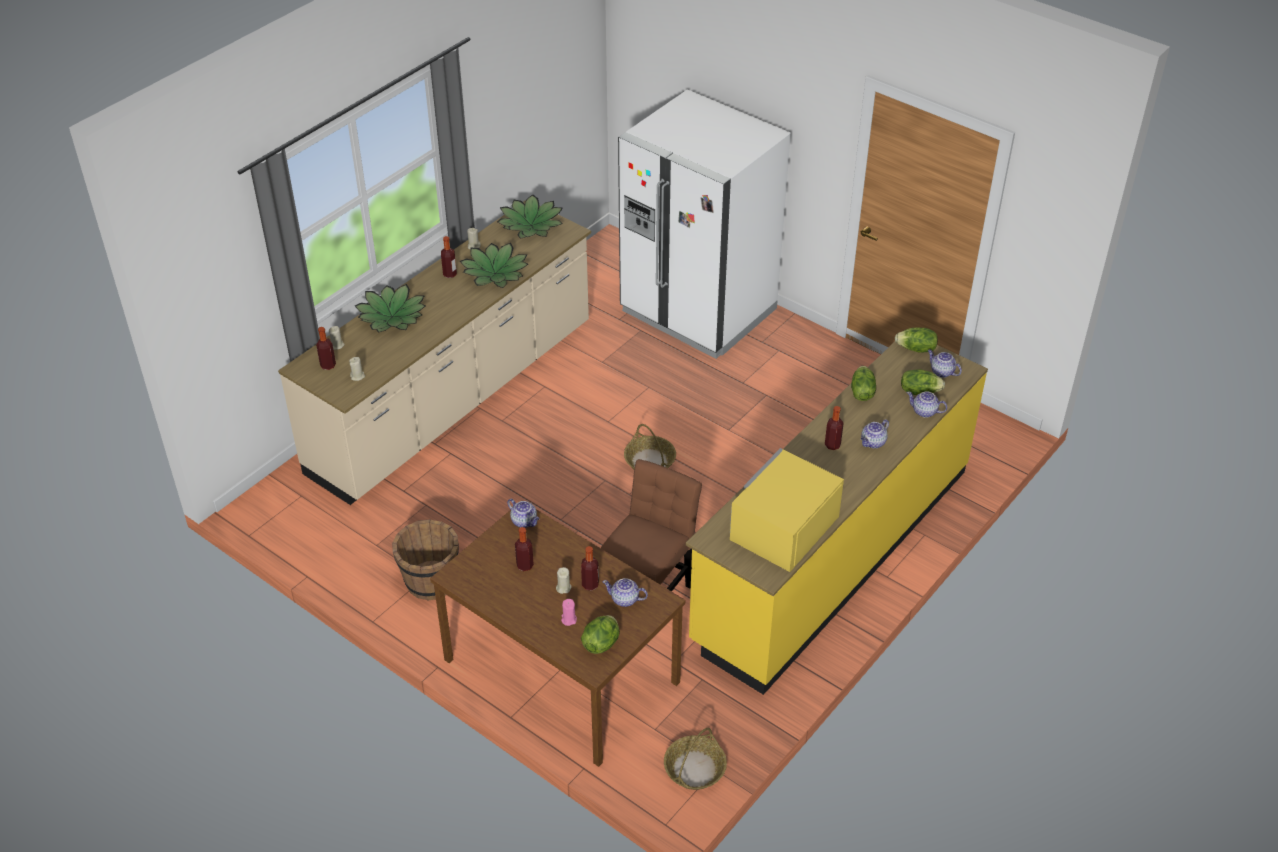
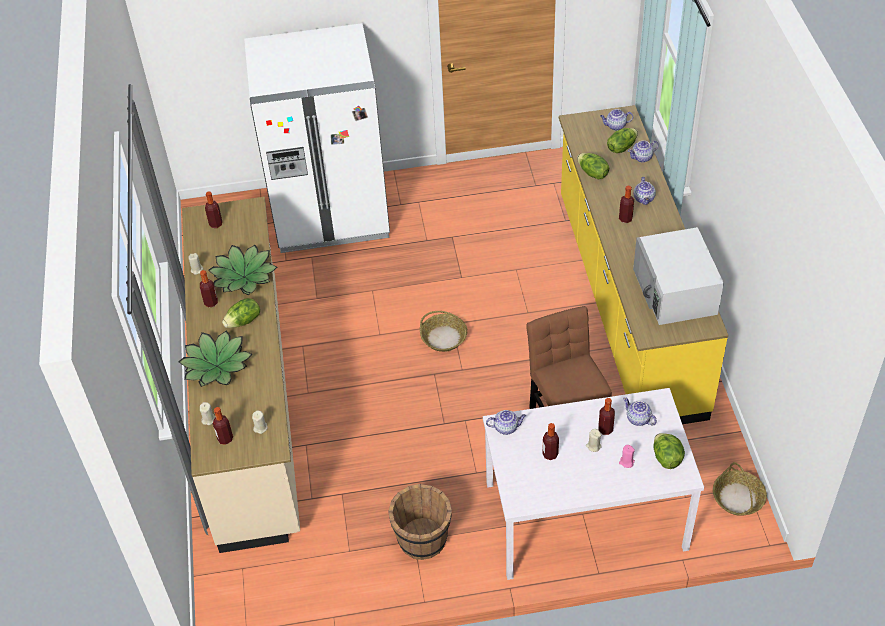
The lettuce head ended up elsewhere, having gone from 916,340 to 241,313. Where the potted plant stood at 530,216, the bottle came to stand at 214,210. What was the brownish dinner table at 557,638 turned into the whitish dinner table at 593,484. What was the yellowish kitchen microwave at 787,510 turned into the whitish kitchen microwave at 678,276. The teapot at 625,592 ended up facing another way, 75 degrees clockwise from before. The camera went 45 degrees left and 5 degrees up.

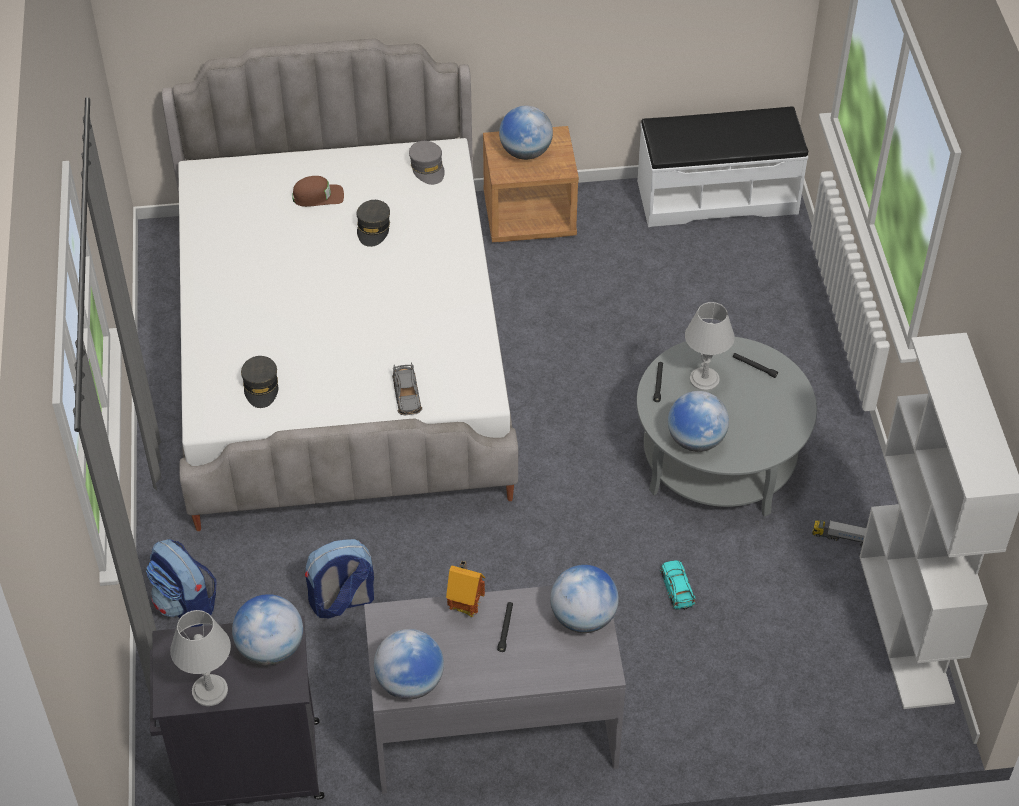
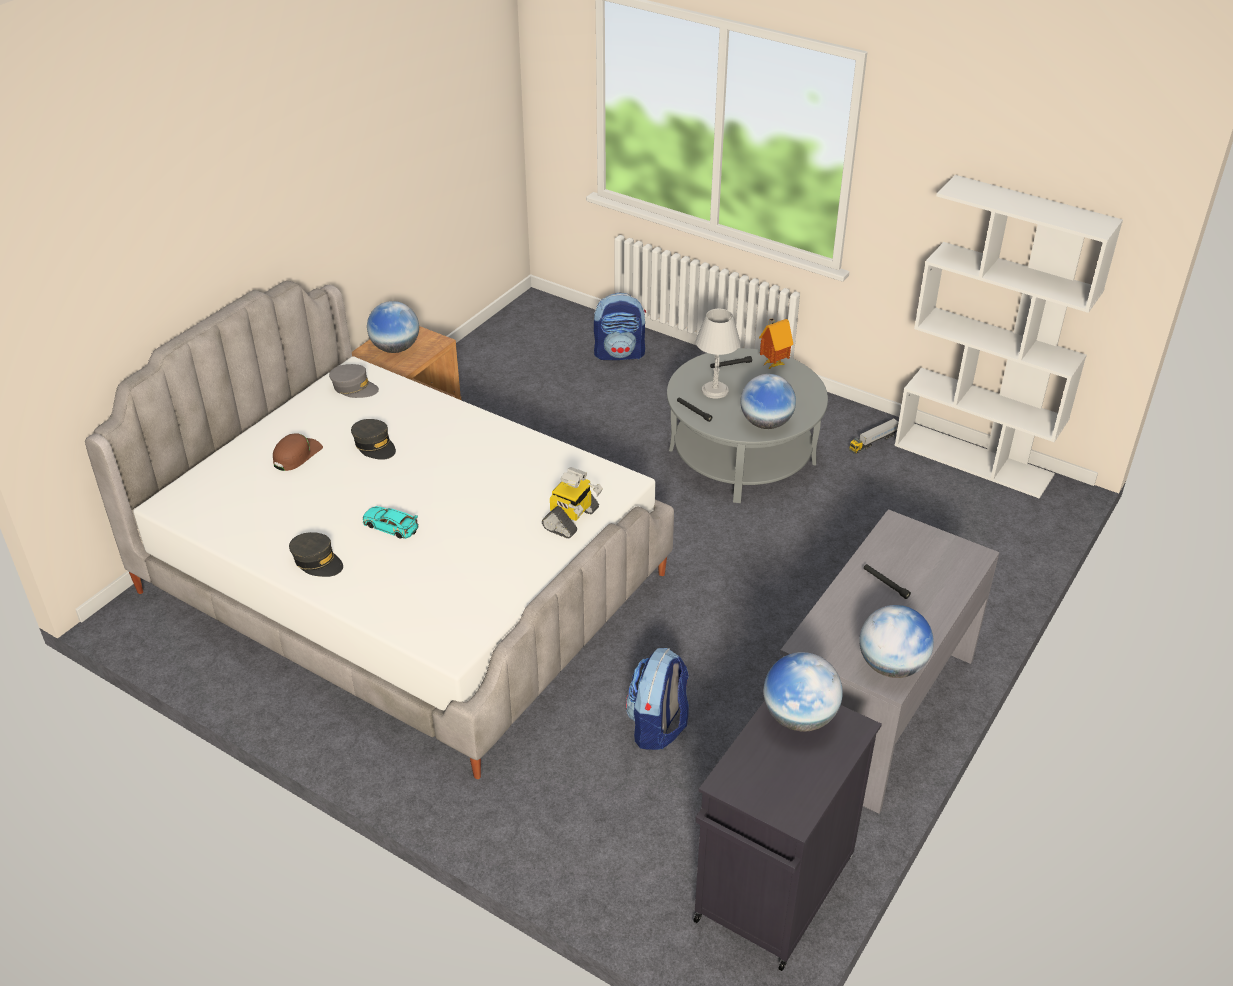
The second view lost the gray table lamp at 200,658. The second view lost the desk globe at 584,599. The second view lost the whitish bench at 722,167. The backpack ended up elsewhere, having gone from 181,583 to 620,326. The gray peaked cap ended up elsewhere, having gone from 259,382 to 316,554. The model house ended up elsewhere, having gone from 465,589 to 776,344. The turquoise toy car ended up elsewhere, having gone from 678,585 to 391,522. Where the gray toy car stood at 407,389, the robot figure came to stand at 572,503. The camera went 50 degrees left and 10 degrees down.

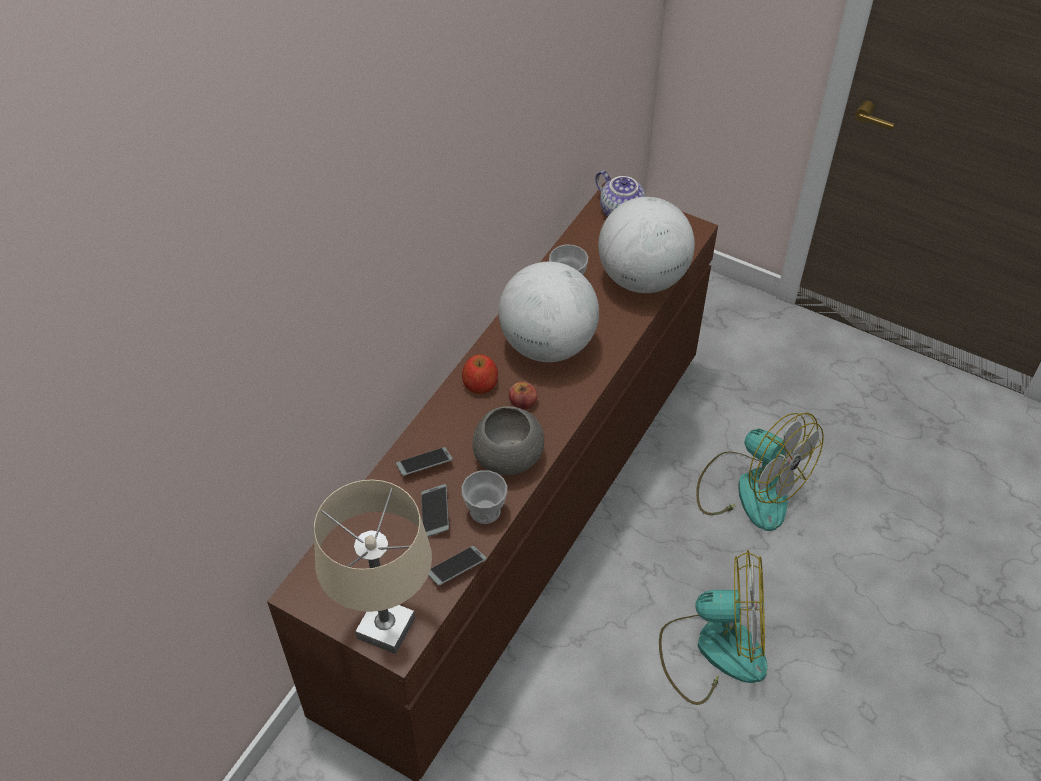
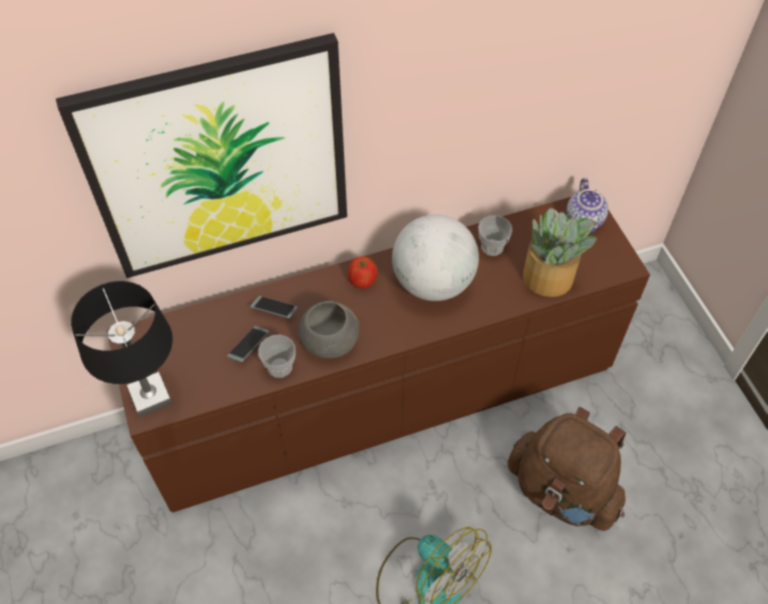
The second view lost the telephone at 457,566. The second view lost the apple fruit at 523,396. The second view gained the wall picture at 201,155. Where the desk globe stood at 646,245, the potted plant came to stand at 560,252. Where the fan stood at 760,472, the brownish backpack came to stand at 567,469. What was the beige-coloured table lamp at 373,567 turned into the black-coloured table lamp at 122,349. The camera went 40 degrees right and 5 degrees up.

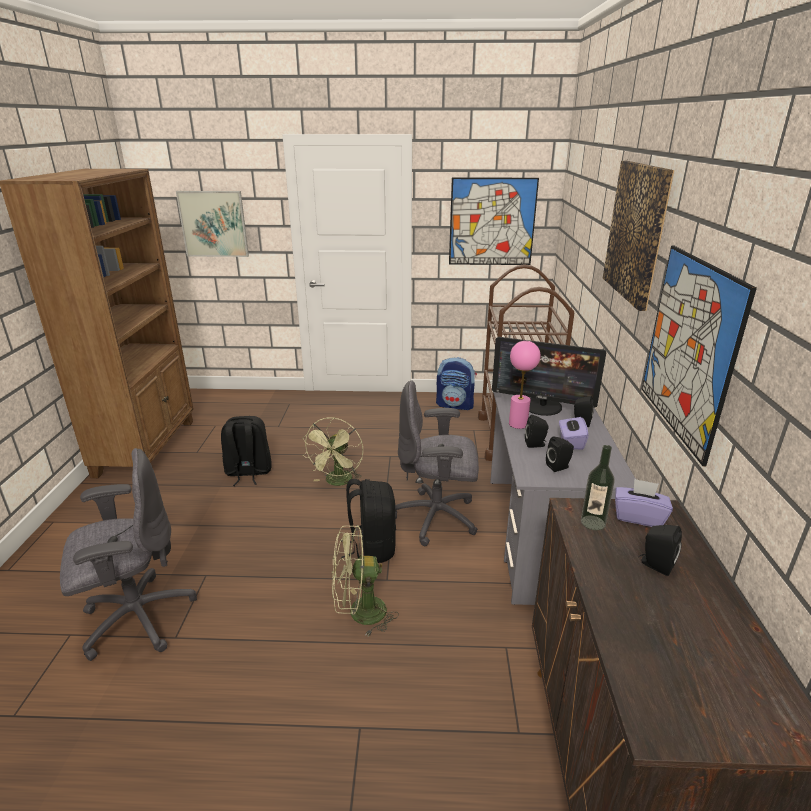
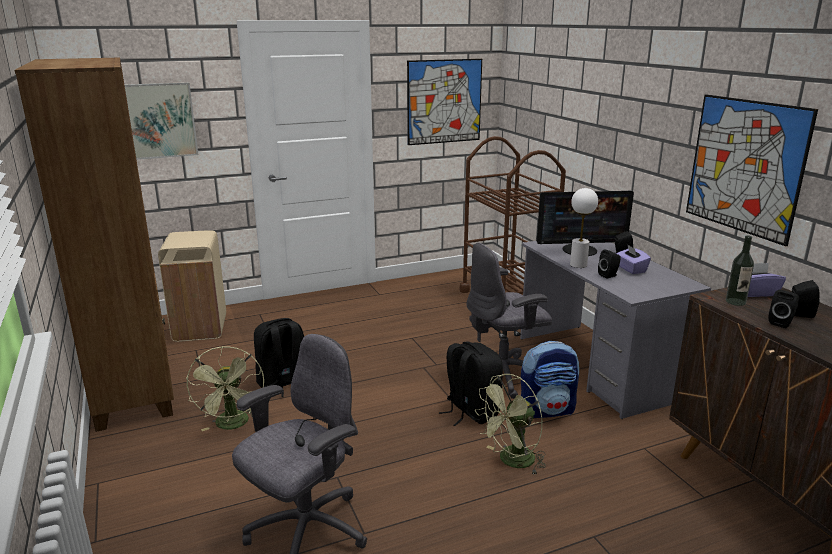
The second view lost the wall picture at 638,236. The second view gained the beige-coloured rubbish bin at 192,286. The green fan ended up elsewhere, having gone from 332,451 to 225,388. The backpack ended up elsewhere, having gone from 456,383 to 550,379. The black-coloured speaker ended up elsewhere, having gone from 560,454 to 784,309. What was the pink table lamp at 524,385 turned into the whitish table lamp at 584,228. The camera went 25 degrees left and 5 degrees down.

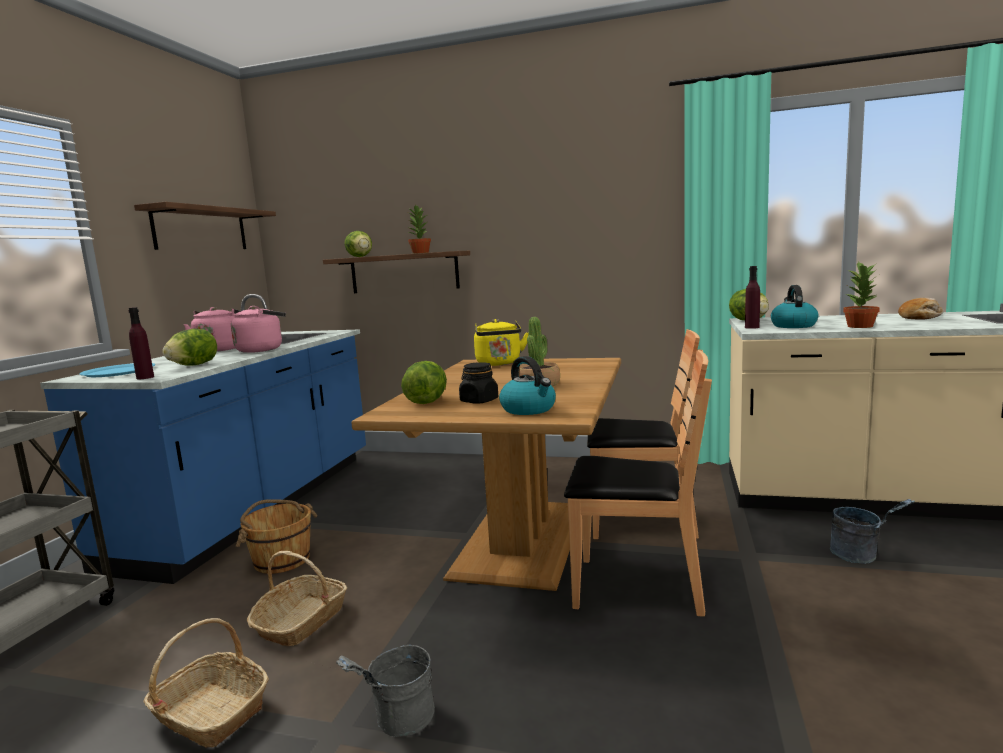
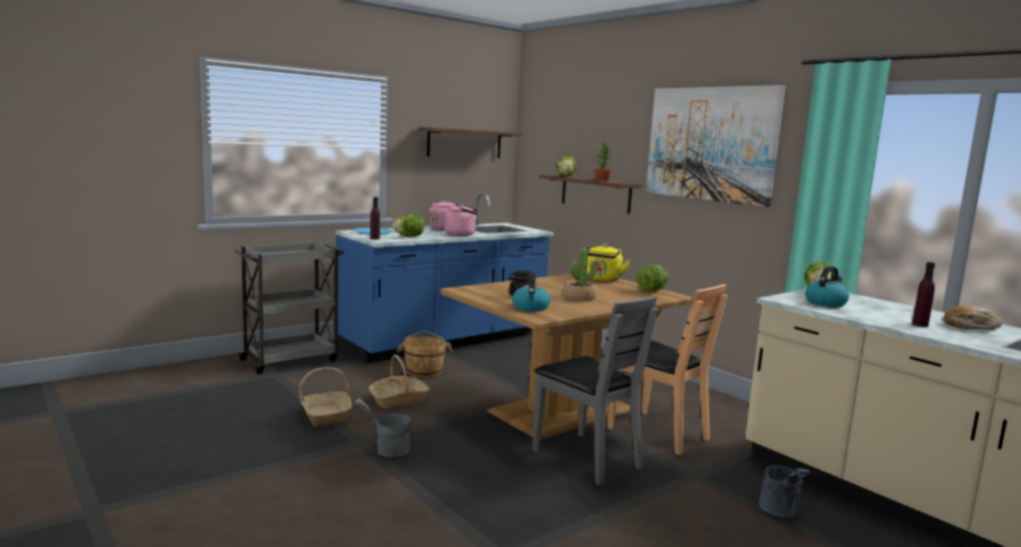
The second view lost the potted plant at 861,294. The second view gained the wall picture at 715,146. The lettuce head ended up elsewhere, having gone from 424,382 to 652,278. The purple-coloured bottle ended up elsewhere, having gone from 752,297 to 923,294. What was the brownish upright chair at 638,483 turned into the gray upright chair at 595,390. The camera went 35 degrees right and 0 degrees up.

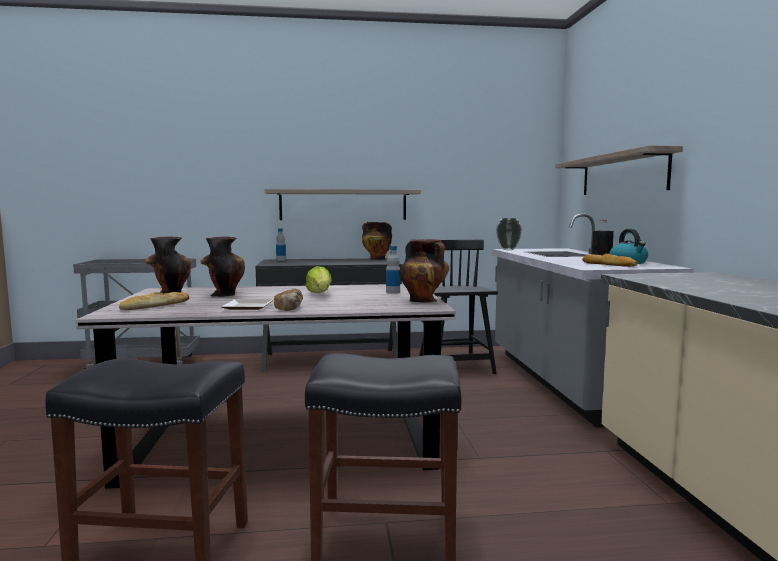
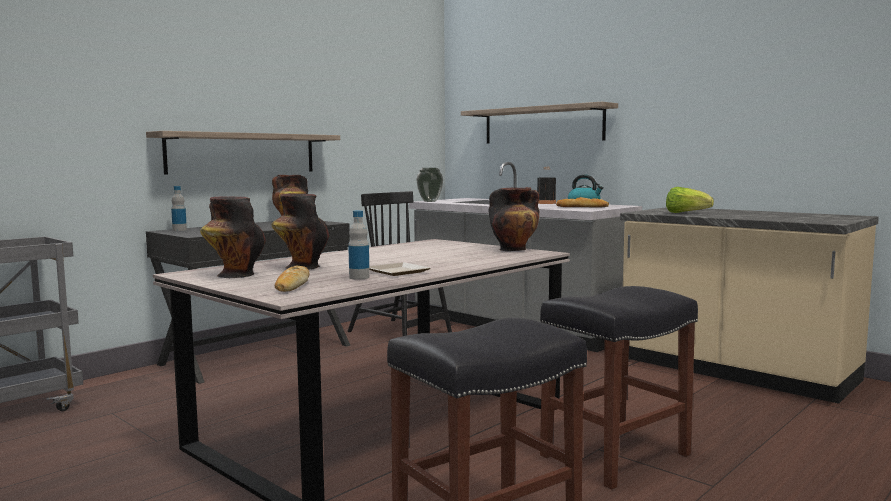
The second view lost the bread at 288,300. The lettuce head ended up elsewhere, having gone from 319,279 to 690,200. The bottle ended up elsewhere, having gone from 393,270 to 359,245. The camera went 40 degrees left and 0 degrees up.

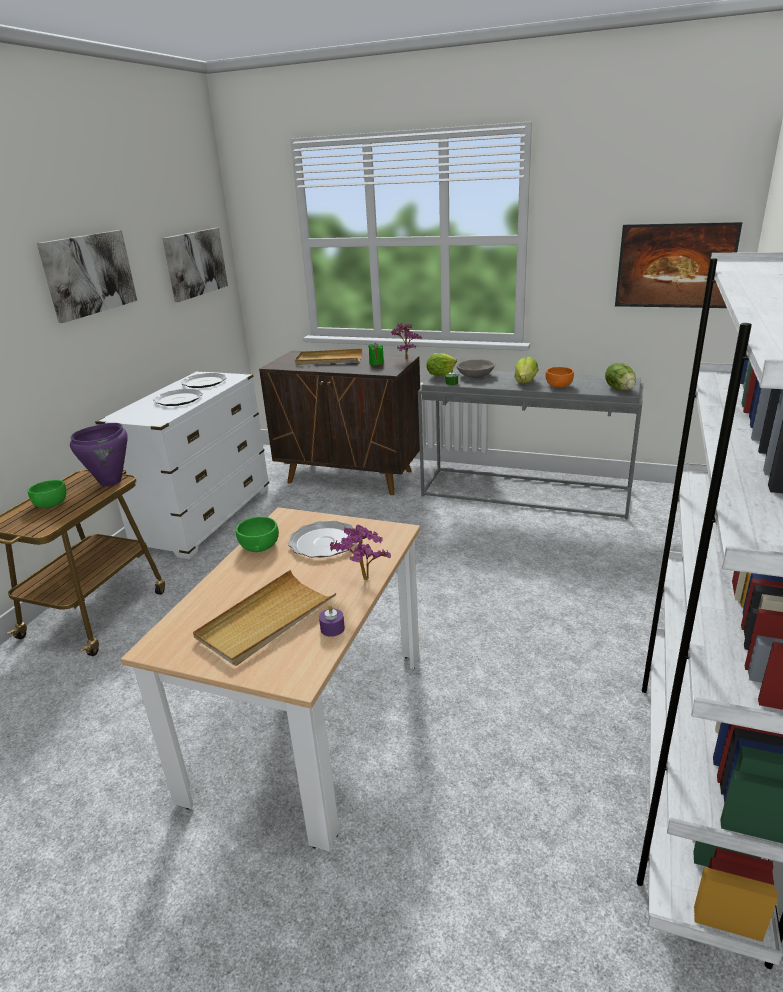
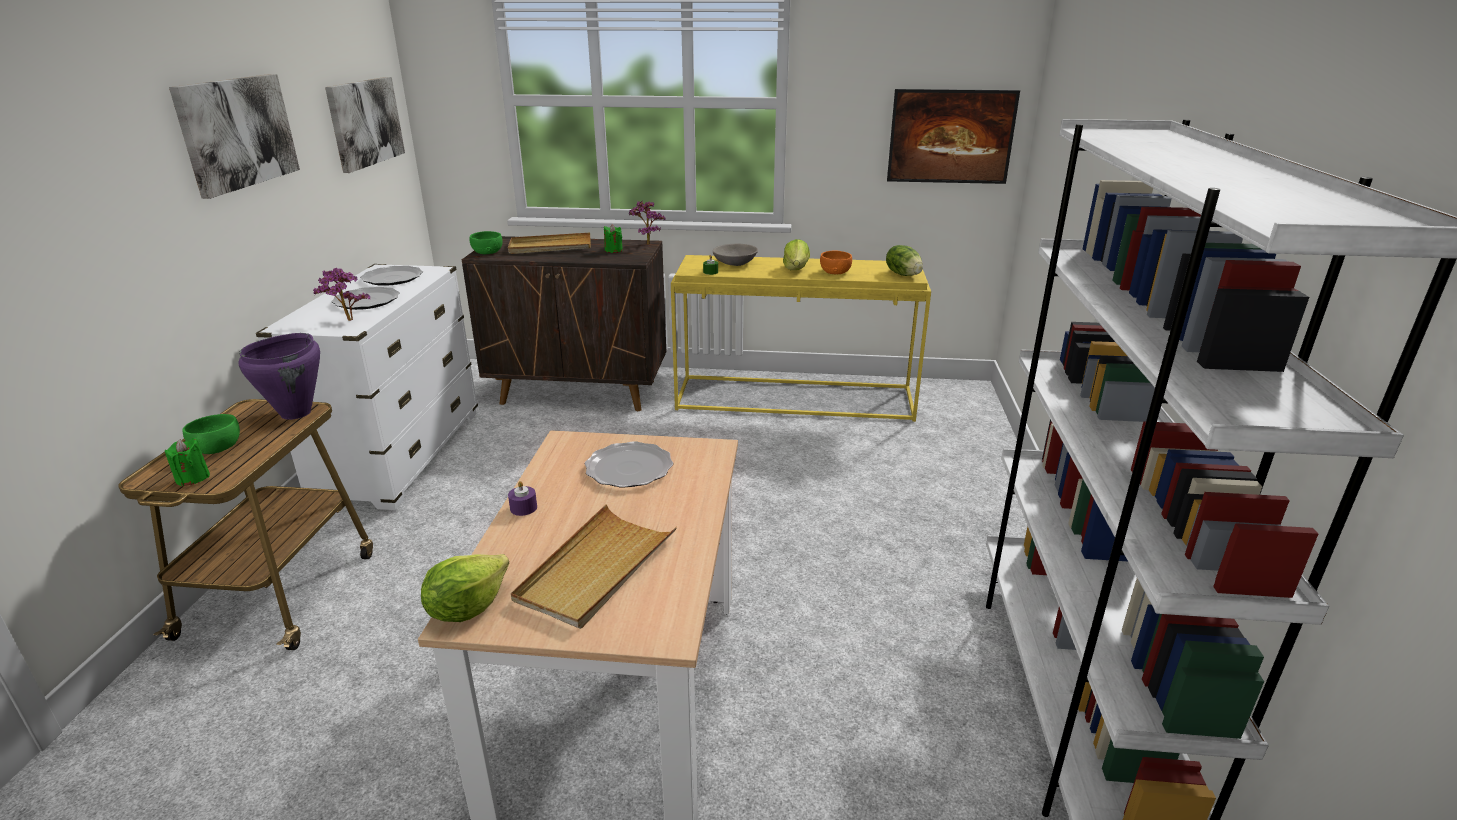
The second view gained the green wax candle at 187,462. The green deep dish ended up elsewhere, having gone from 257,534 to 486,242. The purple-coloured wax candle ended up elsewhere, having gone from 332,621 to 522,498. The potted plant ended up elsewhere, having gone from 360,552 to 342,294. The lettuce head ended up elsewhere, having gone from 441,364 to 465,588. What was the gray console table at 530,444 turned into the yellowish console table at 801,338. The camera went 15 degrees left and 0 degrees up.

